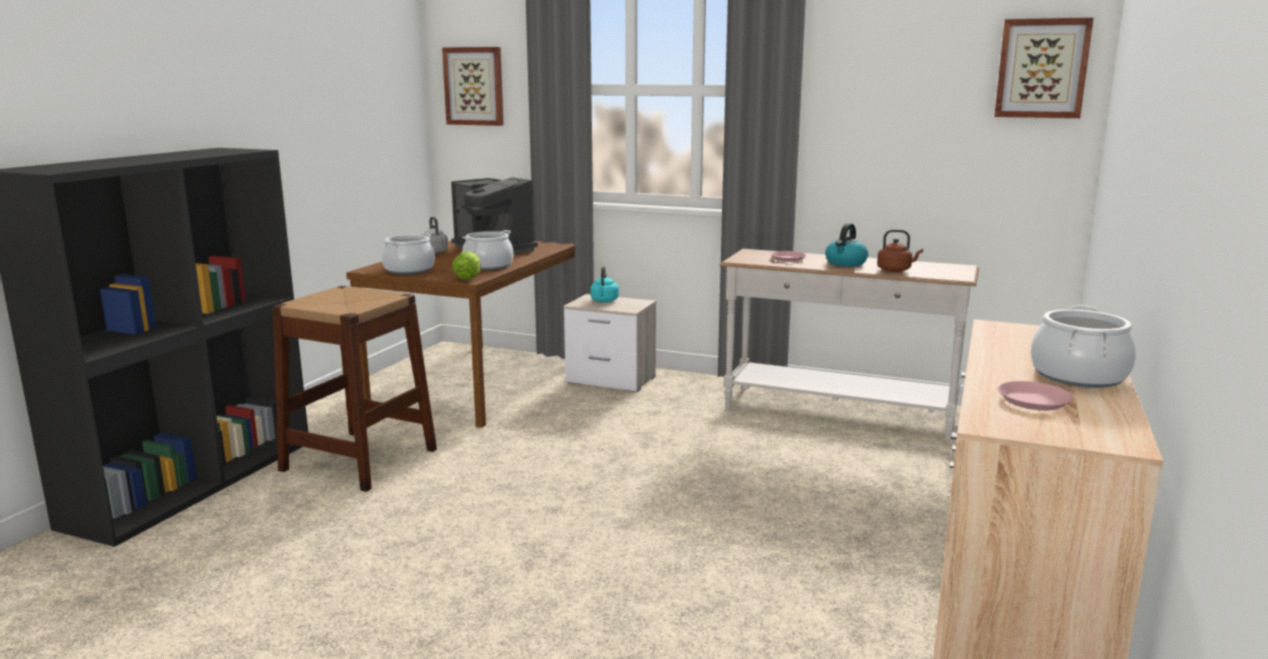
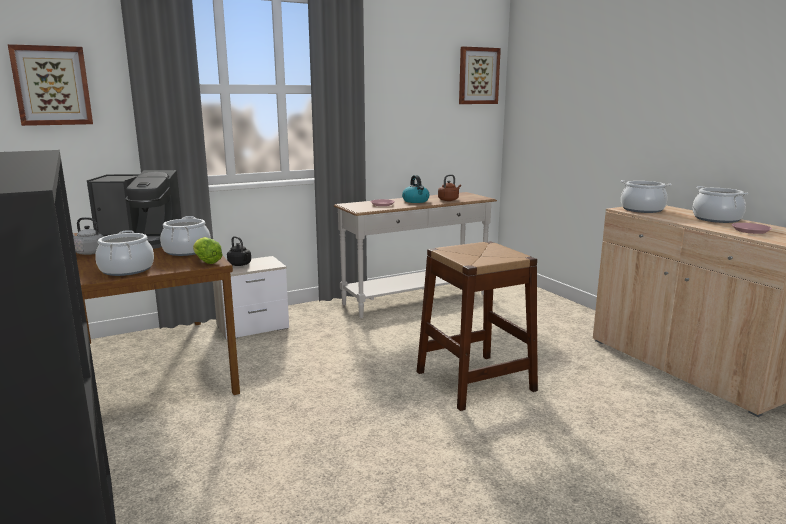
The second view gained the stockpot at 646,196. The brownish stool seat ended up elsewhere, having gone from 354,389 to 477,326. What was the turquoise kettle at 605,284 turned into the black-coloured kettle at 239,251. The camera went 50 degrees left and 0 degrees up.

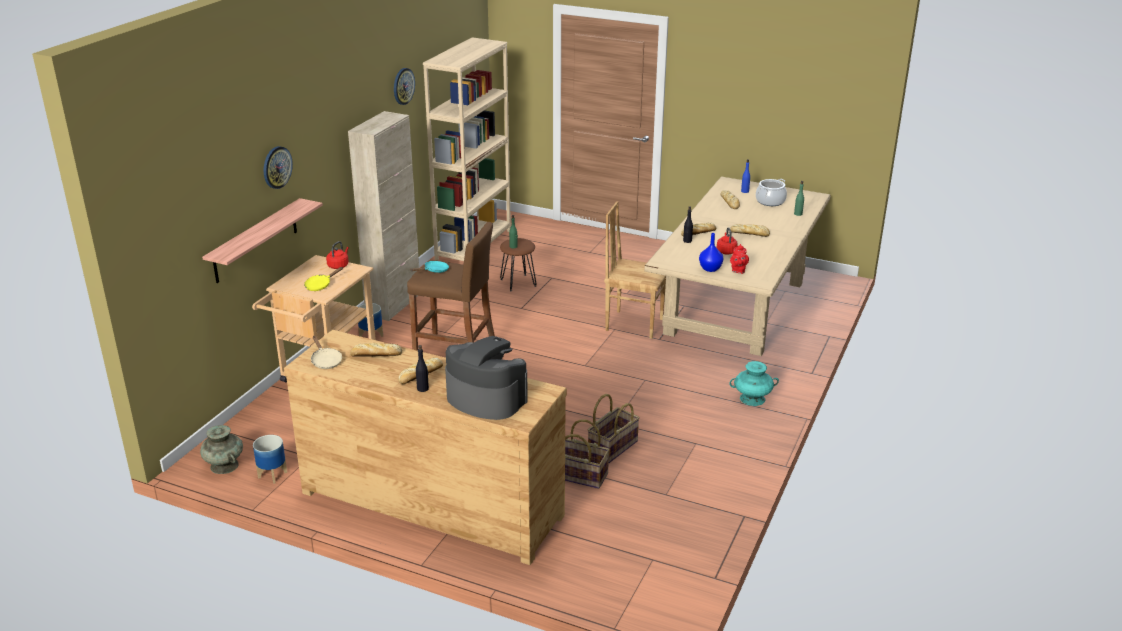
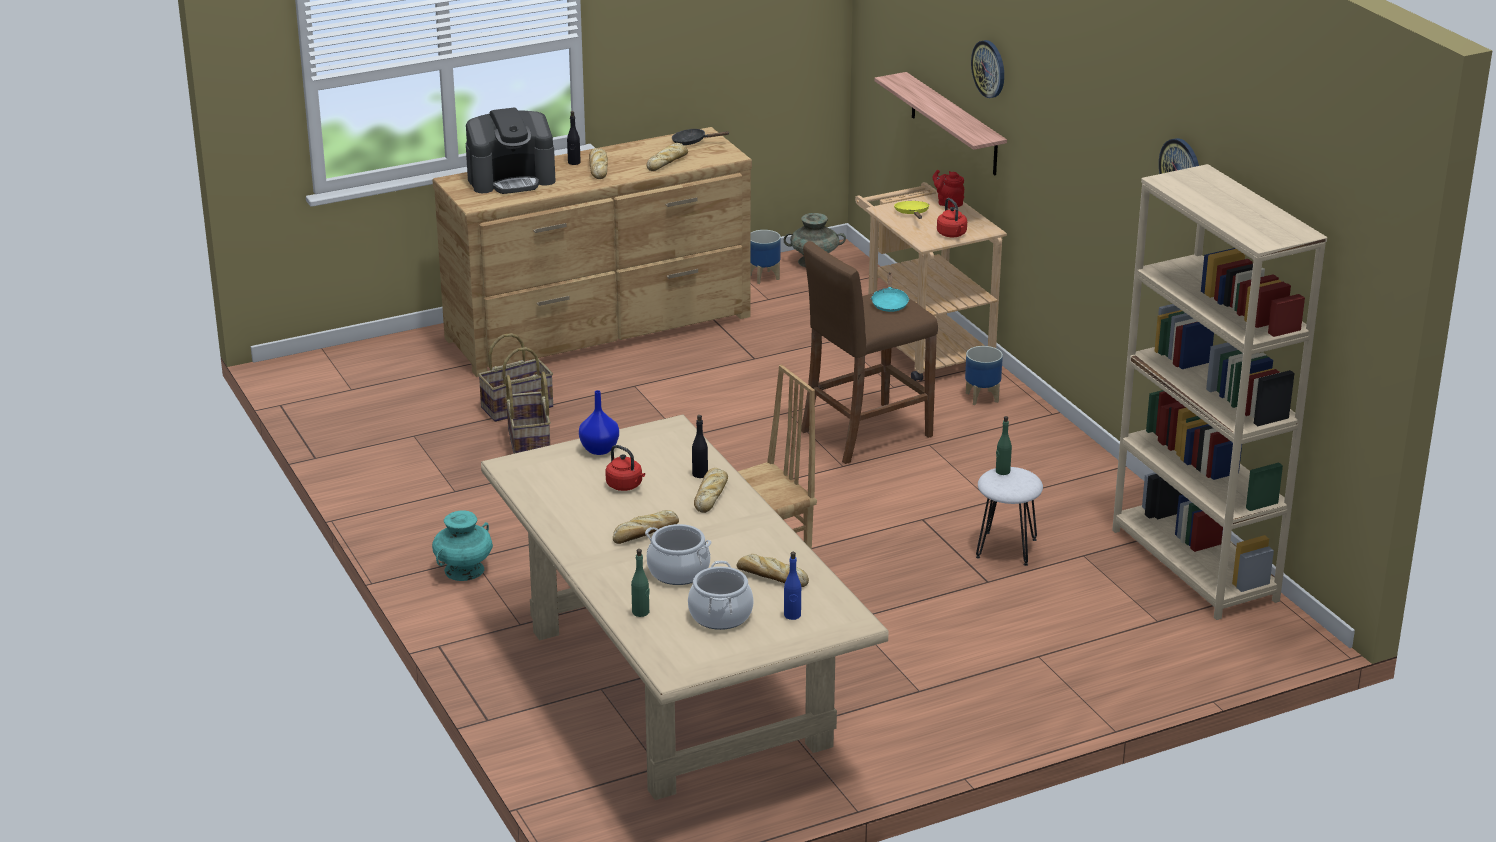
The second view lost the beige-coloured cabinet at 383,216. The second view gained the stockpot at 678,554. The reddish teapot ended up elsewhere, having gone from 739,259 to 948,189. What was the beige-coloured skillet at 326,352 turned into the black-coloured skillet at 700,137. What was the brownish stool seat at 518,264 turned into the whitish stool seat at 1009,516. The camera went 130 degrees right and 0 degrees up.

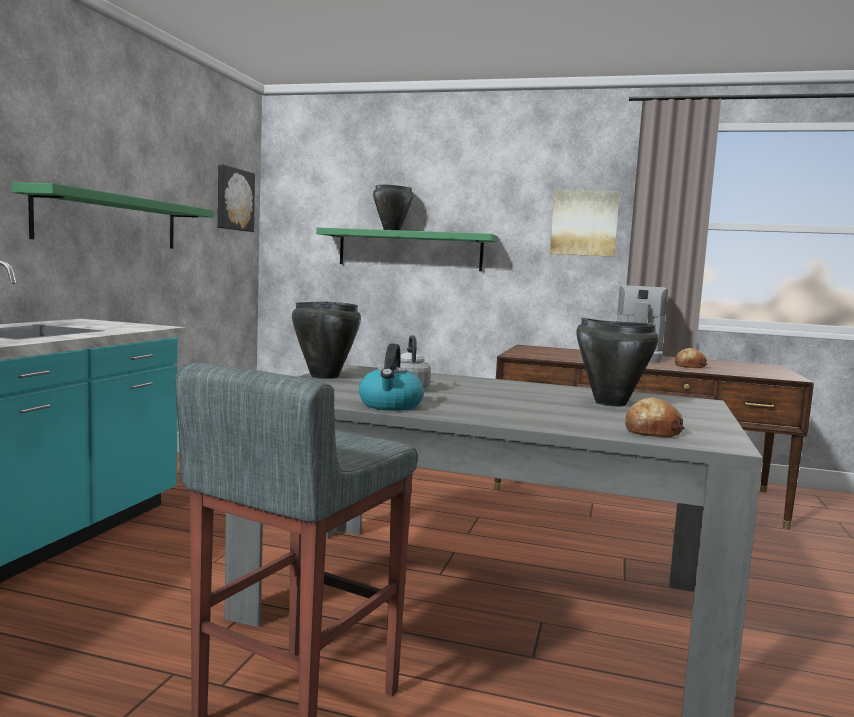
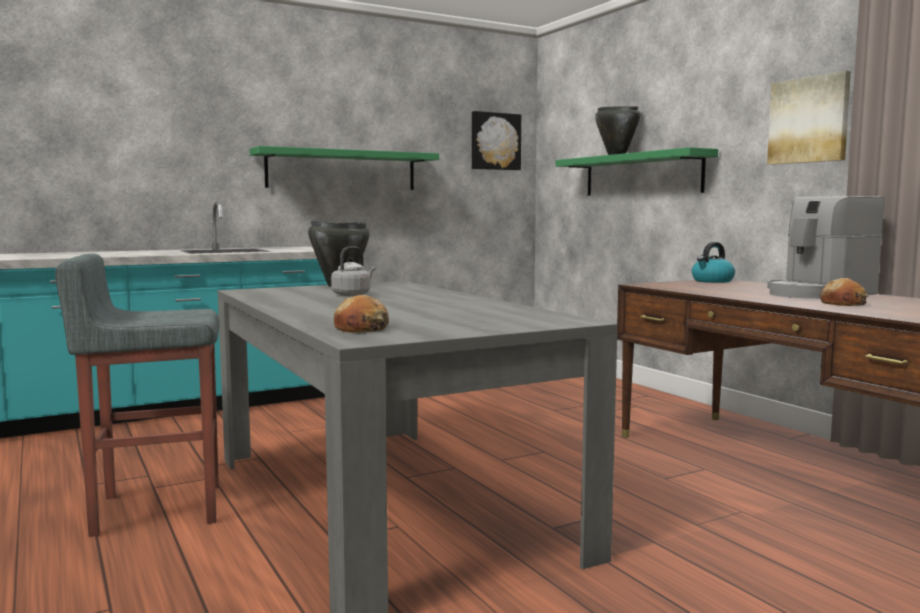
The second view lost the black-coloured stockpot at 617,362. The kettle ended up elsewhere, having gone from 391,377 to 713,262. The camera went 45 degrees right and 0 degrees up.

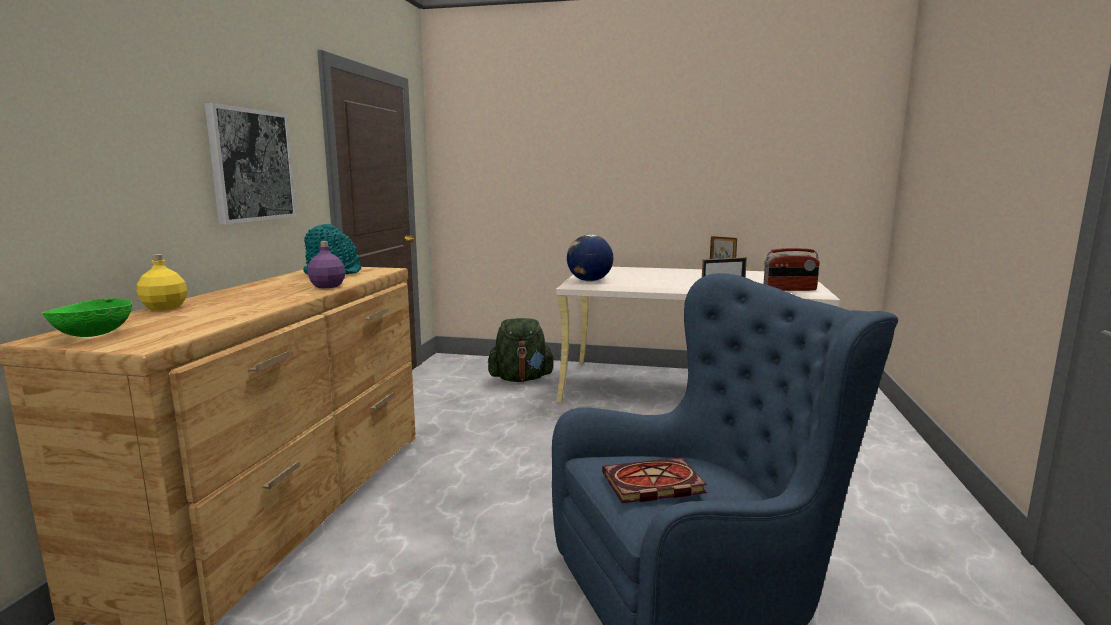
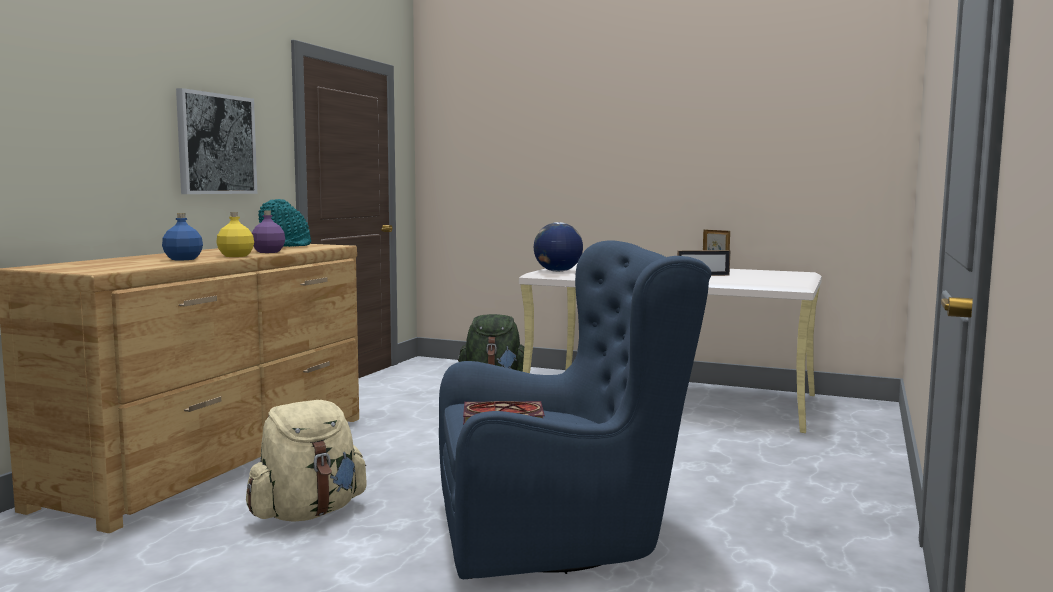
The second view lost the green deep dish at 87,317. The second view lost the radio receiver at 792,269. The second view gained the blue-coloured bottle at 182,236. The second view gained the beige-coloured backpack at 306,461. The yellowish bottle ended up elsewhere, having gone from 162,282 to 235,234. The camera went 10 degrees right and 5 degrees down.

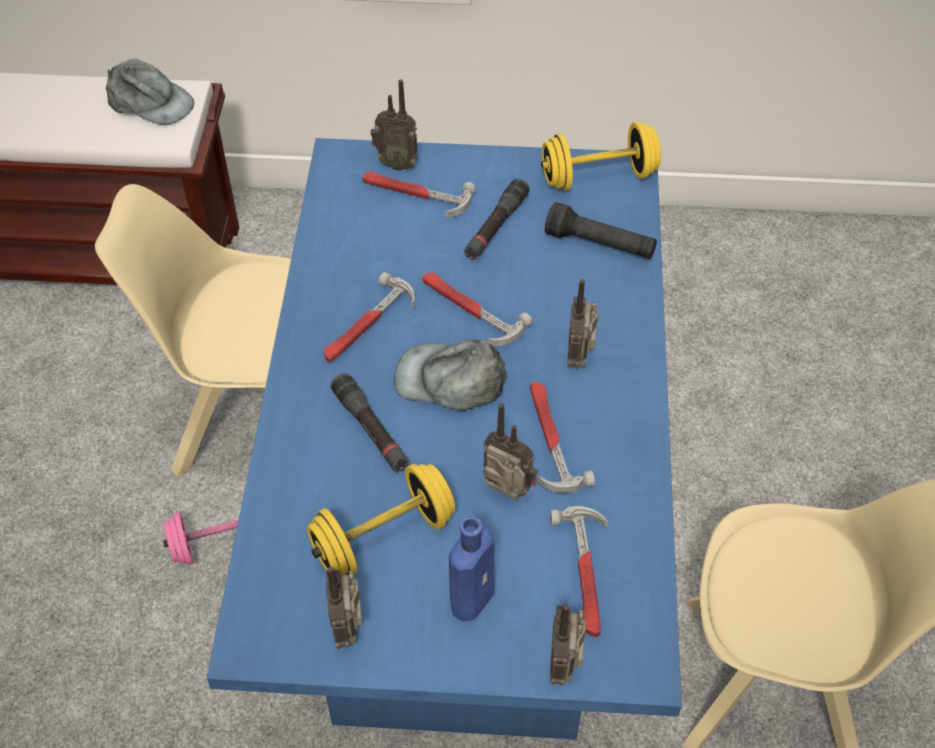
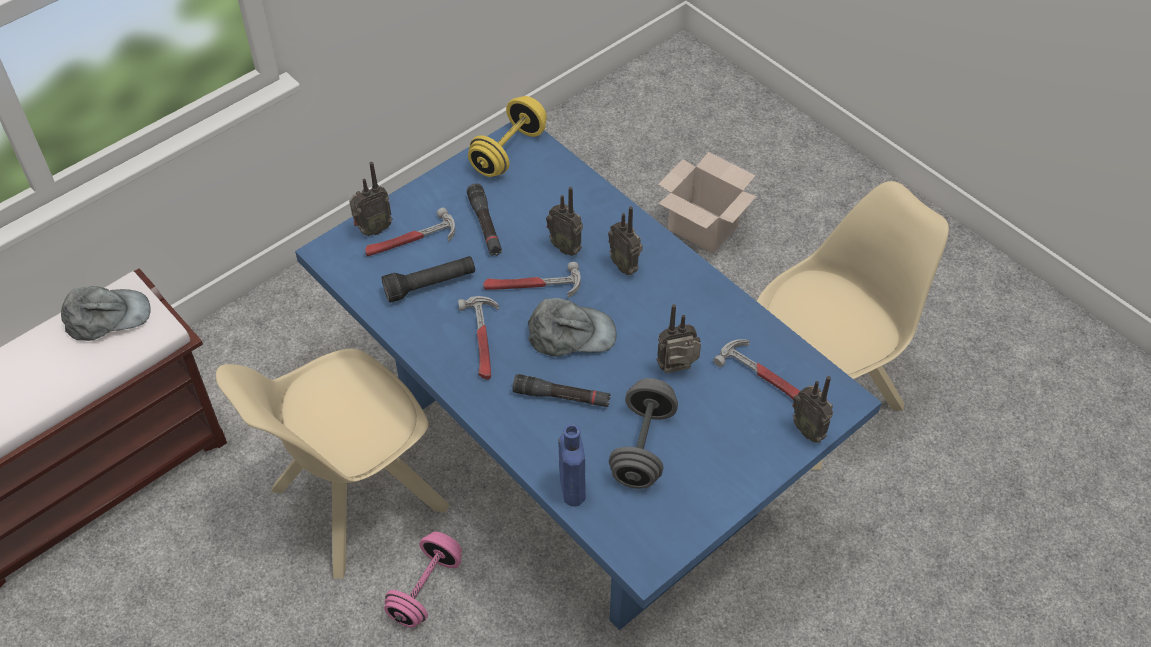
The second view lost the tool hammer at 562,437. The second view gained the carton at 707,203. The radio receiver ended up elsewhere, having gone from 344,607 to 564,221. The blue-coloured bottle ended up elsewhere, having gone from 471,568 to 572,465. The black-coloured flashlight ended up elsewhere, having gone from 601,230 to 428,279. What was the yellowish dumbbell at 381,520 turned into the gray dumbbell at 643,433. The gray peaked cap at 450,375 ended up facing another way, 150 degrees counterclockwise from before. The camera went 45 degrees left and 0 degrees up.

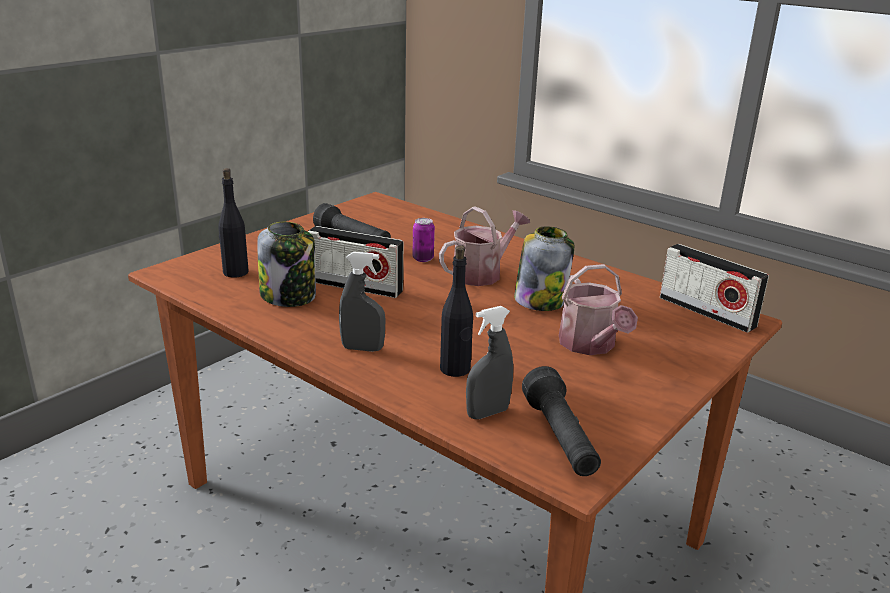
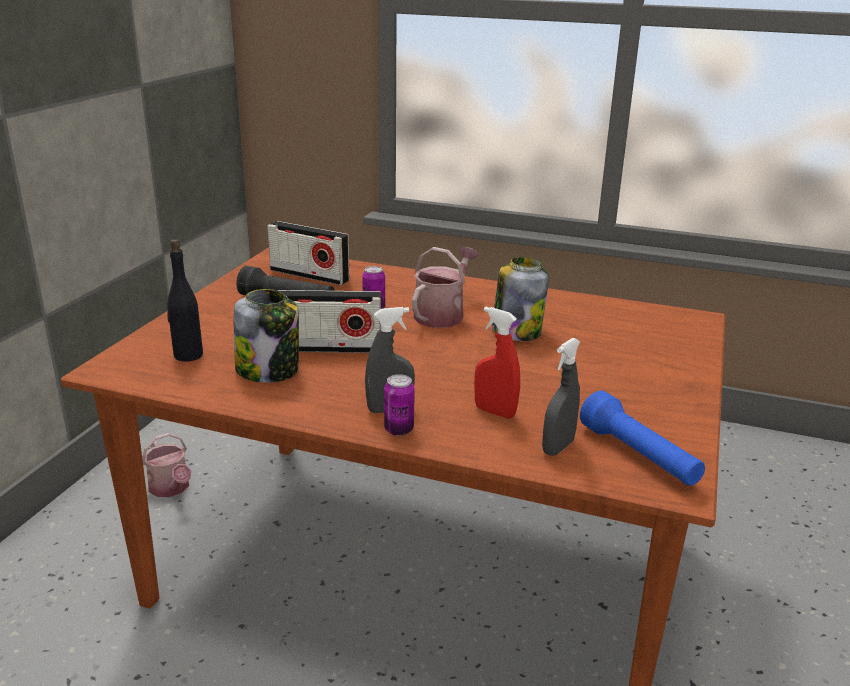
The second view gained the can at 399,405. The sprinkling can ended up elsewhere, having gone from 598,309 to 166,465. The radio receiver ended up elsewhere, having gone from 714,288 to 308,253. Where the black-coloured bottle stood at 456,311, the reddish sprayer came to stand at 497,362. What was the black-coloured flashlight at 561,421 turned into the blue-coloured flashlight at 642,438. The camera went 20 degrees left and 0 degrees up.

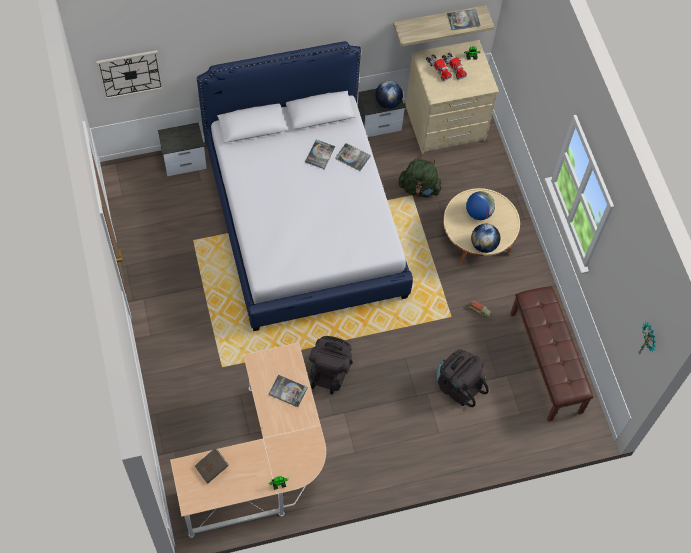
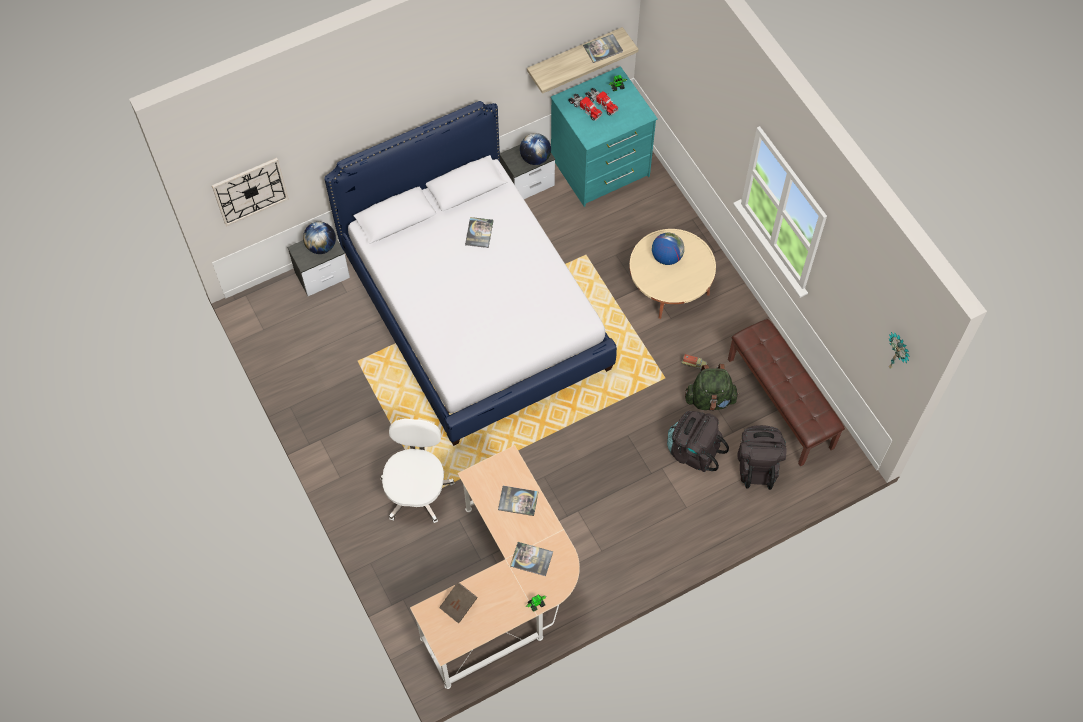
The second view gained the whitish desk chair at 417,471. The black-coloured backpack ended up elsewhere, having gone from 331,365 to 761,457. The book ended up elsewhere, having gone from 353,157 to 531,559. The green backpack ended up elsewhere, having gone from 420,176 to 712,387. The desk globe ended up elsewhere, having gone from 485,238 to 319,238. What was the beige-coloured drawer chest at 452,97 turned into the turquoise drawer chest at 604,136. The camera went 10 degrees left and 0 degrees up.

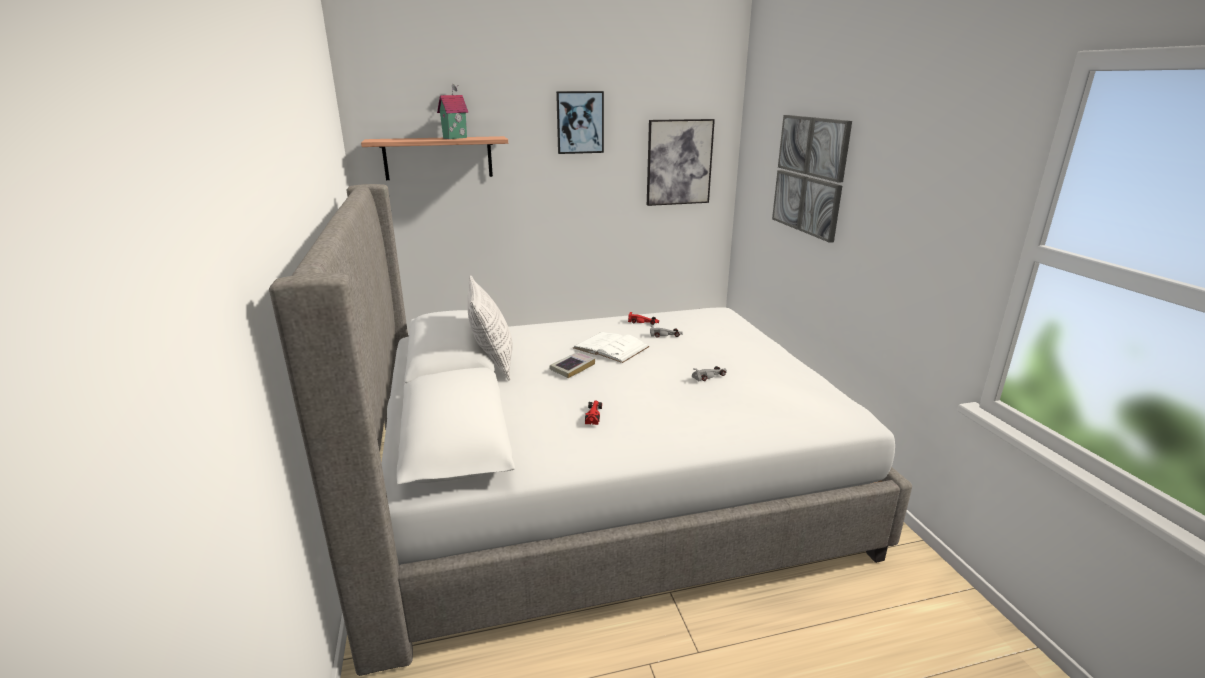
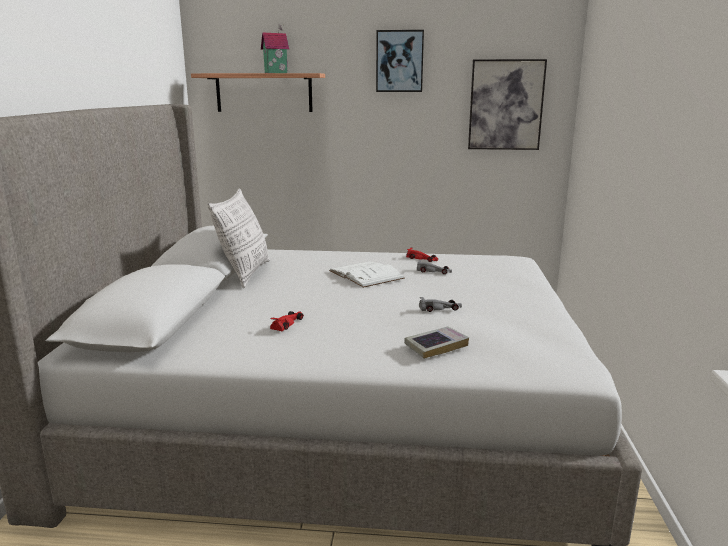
The second view lost the wall picture at 812,179. The book ended up elsewhere, having gone from 572,365 to 436,343. The camera went 20 degrees right and 5 degrees down.

